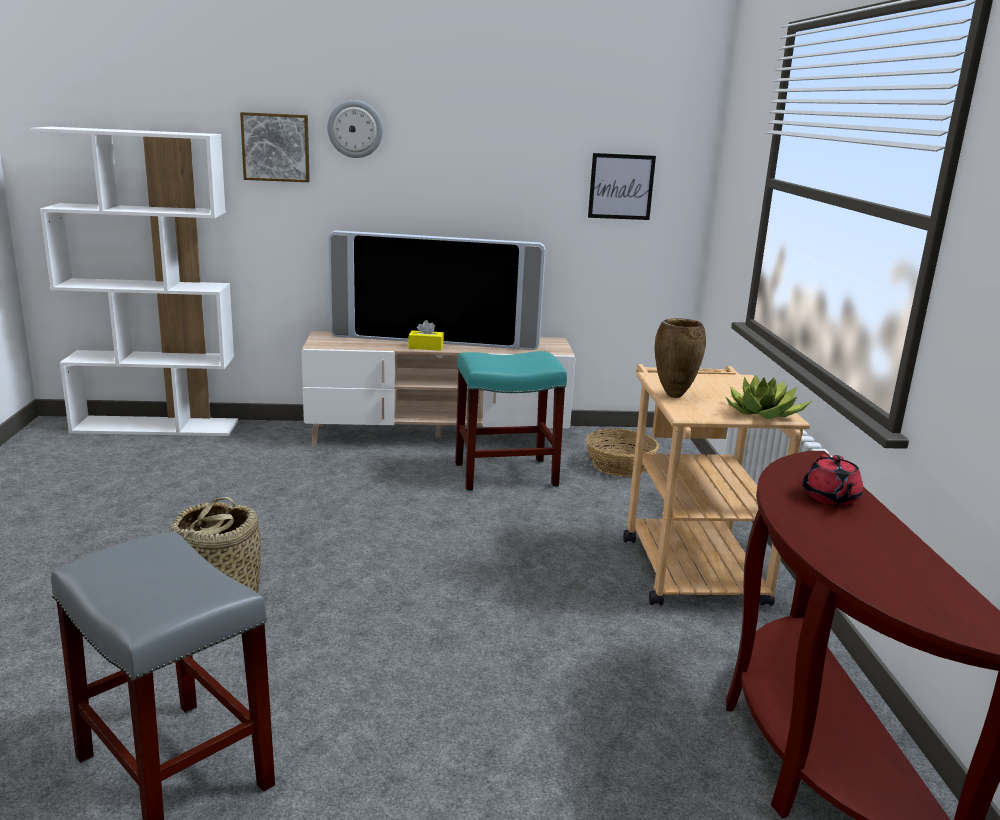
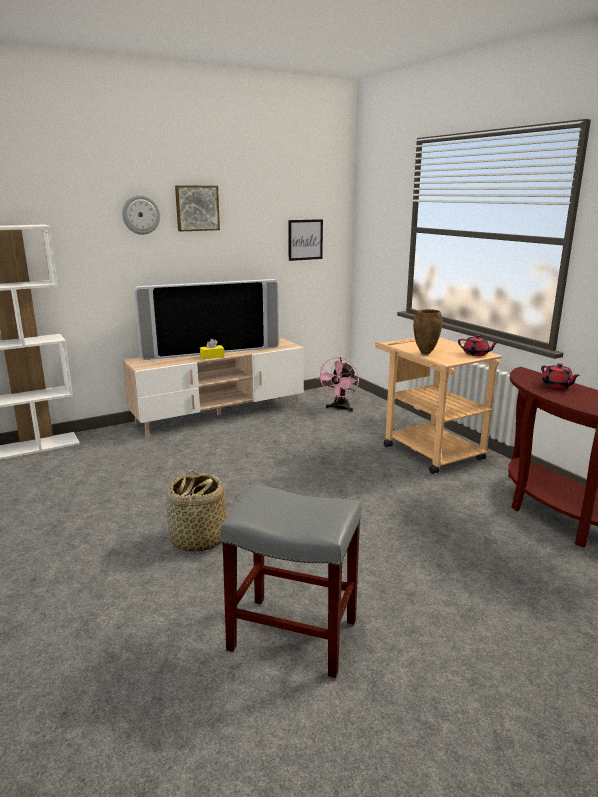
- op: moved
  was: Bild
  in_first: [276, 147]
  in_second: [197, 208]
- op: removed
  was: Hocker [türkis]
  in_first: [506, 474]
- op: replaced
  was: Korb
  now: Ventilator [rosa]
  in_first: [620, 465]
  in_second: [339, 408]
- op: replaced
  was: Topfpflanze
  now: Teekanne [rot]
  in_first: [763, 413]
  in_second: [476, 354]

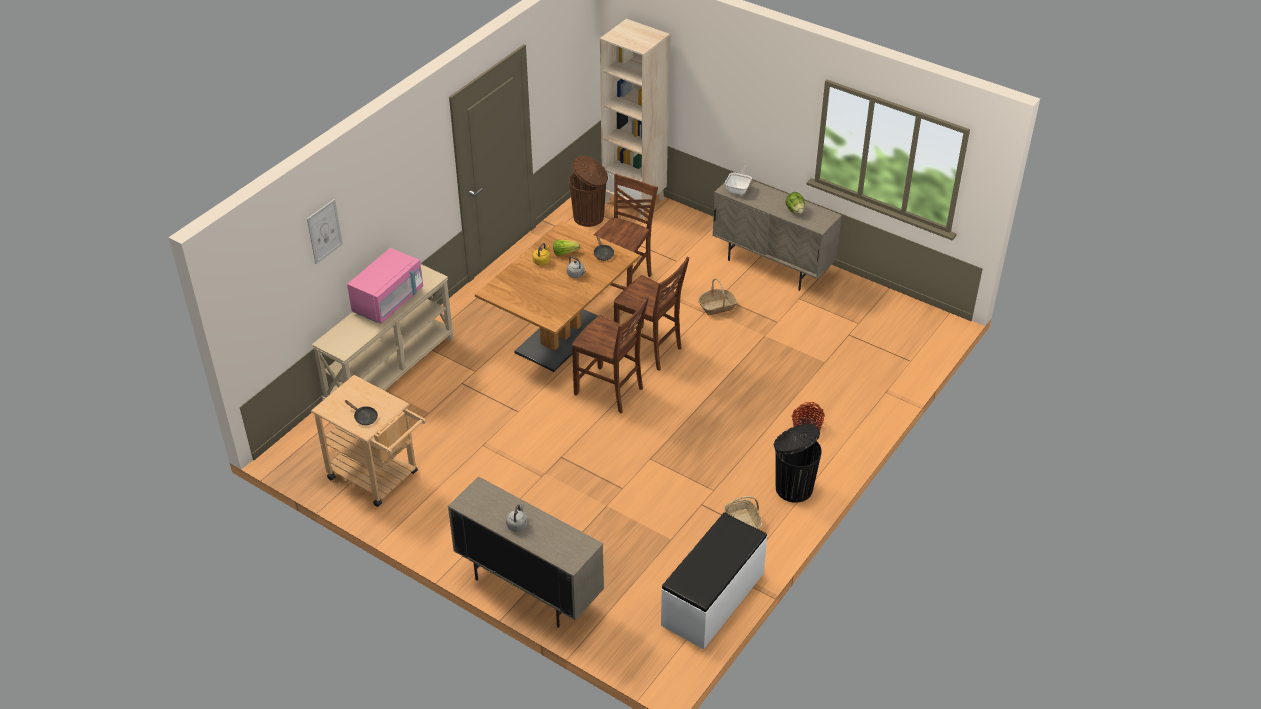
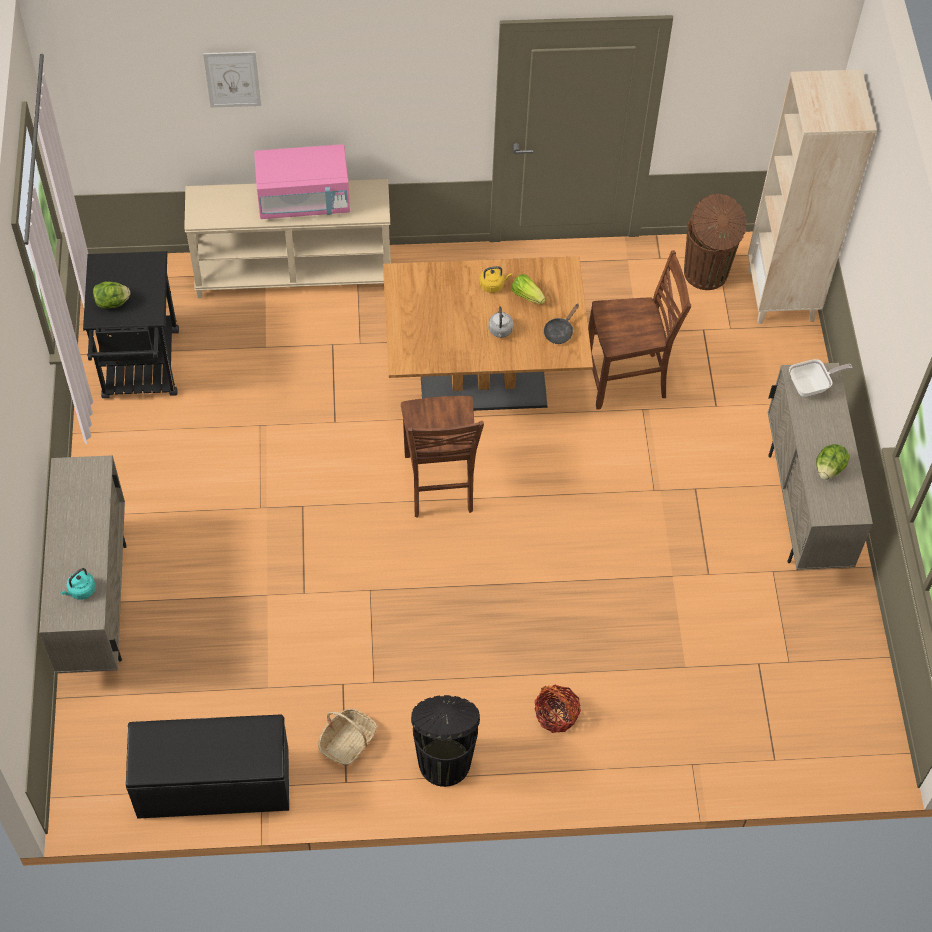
- op: recoloured
  was: Rollwagen [beige]
  now: Rollwagen [schwarz]
  in_first: [379, 478]
  in_second: [141, 371]
- op: replaced
  was: Pfanne [schwarz]
  now: Salatkopf
  in_first: [364, 417]
  in_second: [112, 303]
- op: removed
  was: Wasserkessel [grau]
  in_first: [517, 524]
- op: removed
  was: Stuhl [braun]
  in_first: [649, 350]
- op: recoloured
  was: Bank [weiß]
  now: Bank [schwarz]
  in_first: [713, 599]
  in_second: [213, 784]
- op: removed
  was: Korb
  in_first: [717, 306]
- op: added
  now: Wasserkessel [türkis]
  in_second: [81, 591]

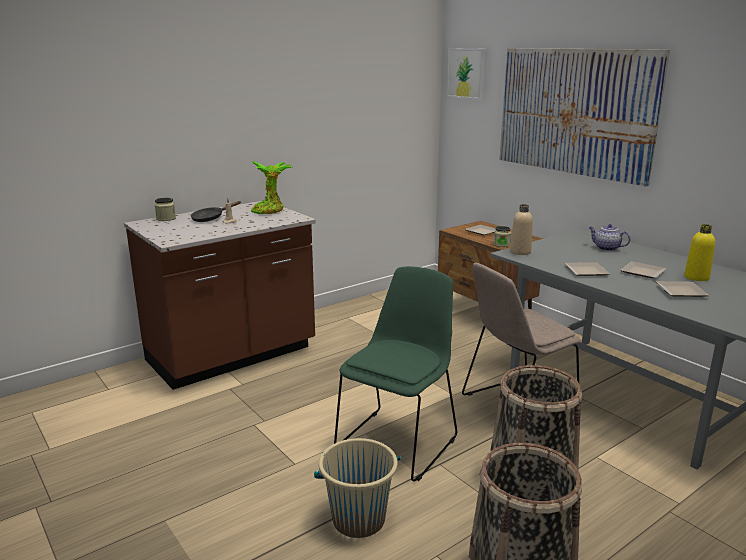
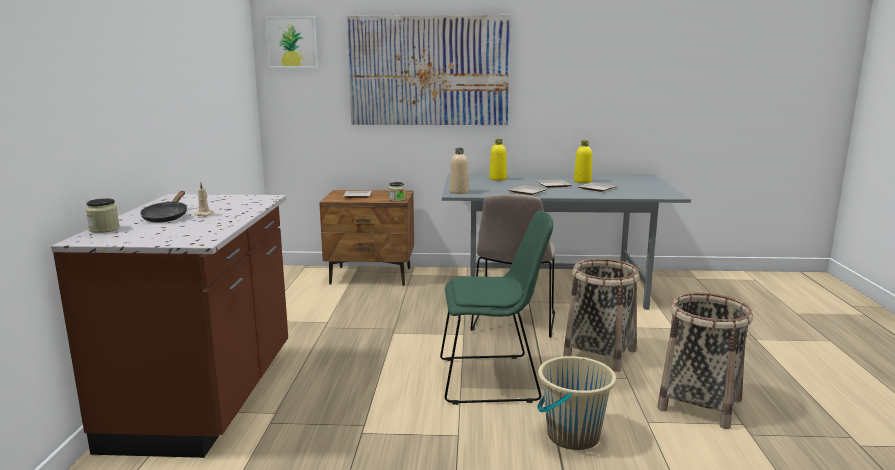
- op: removed
  was: Topfpflanze
  in_first: [270, 210]
- op: turned
  was: Stuhl [grün]
  in_first: [398, 441]
  in_second: [493, 379]
  clockwise: 105
- op: replaced
  was: Teekanne
  now: Flasche [gelb]
  in_first: [606, 248]
  in_second: [498, 179]

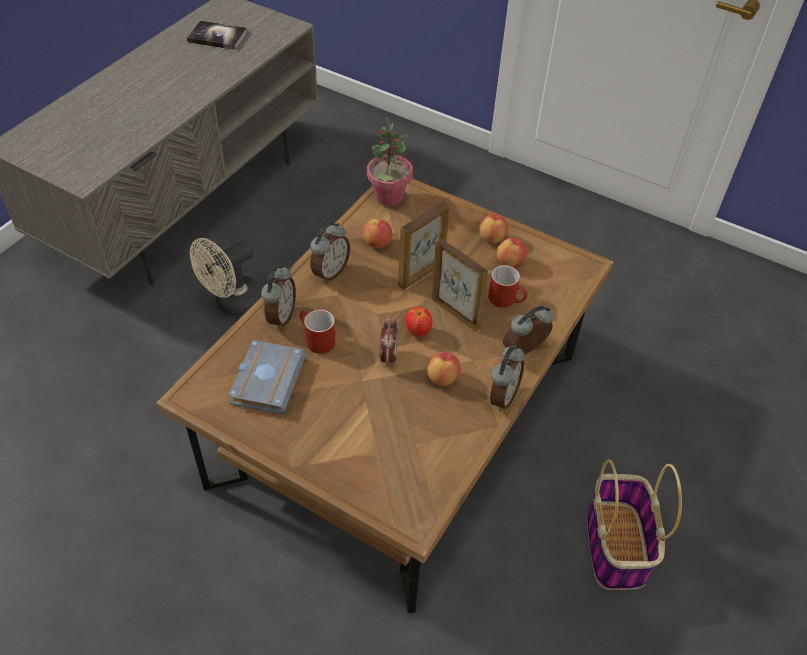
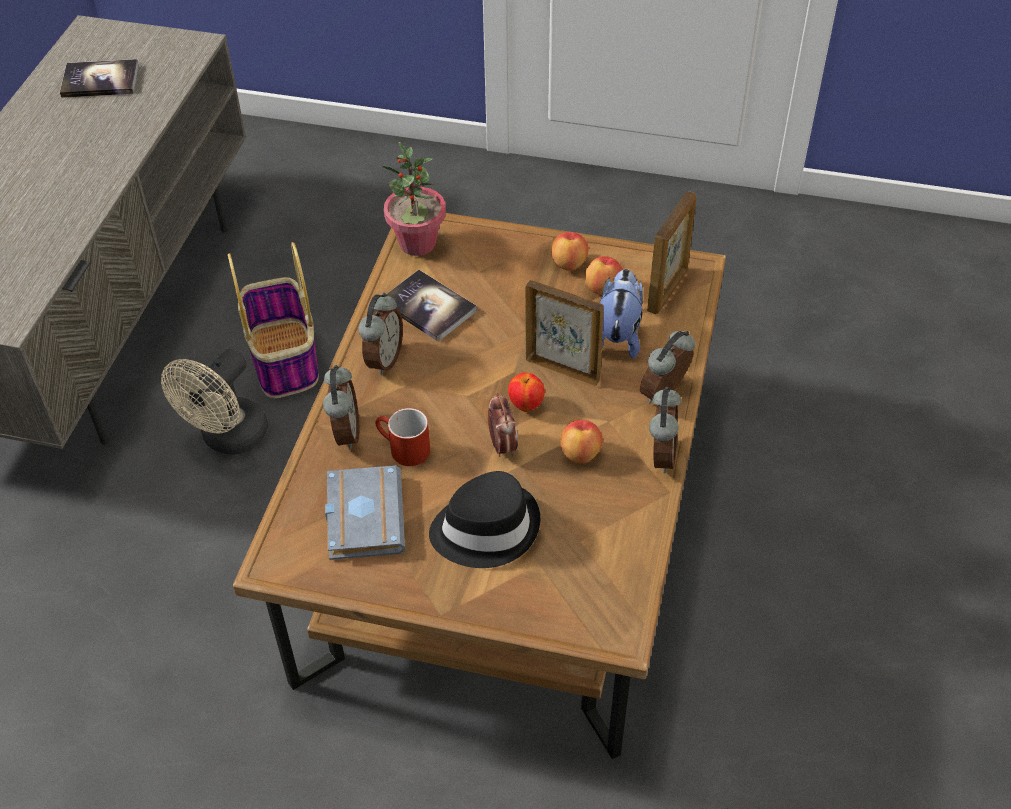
- op: replaced
  was: Apfel
  now: Buch
  in_first: [377, 243]
  in_second: [428, 307]
- op: moved
  was: Bilderrahmen
  in_first: [422, 274]
  in_second: [668, 290]
- op: replaced
  was: Henkelbecher [rot]
  now: Plüschtier
  in_first: [507, 299]
  in_second: [618, 335]
- op: moved
  was: Korb
  in_first: [616, 547]
  in_second: [285, 359]
- op: added
  now: Hut [schwarz]
  in_second: [485, 528]

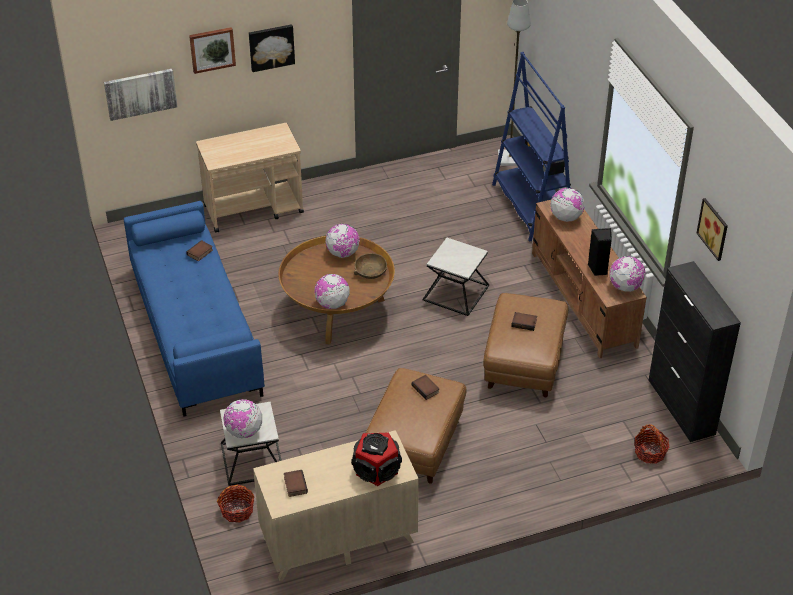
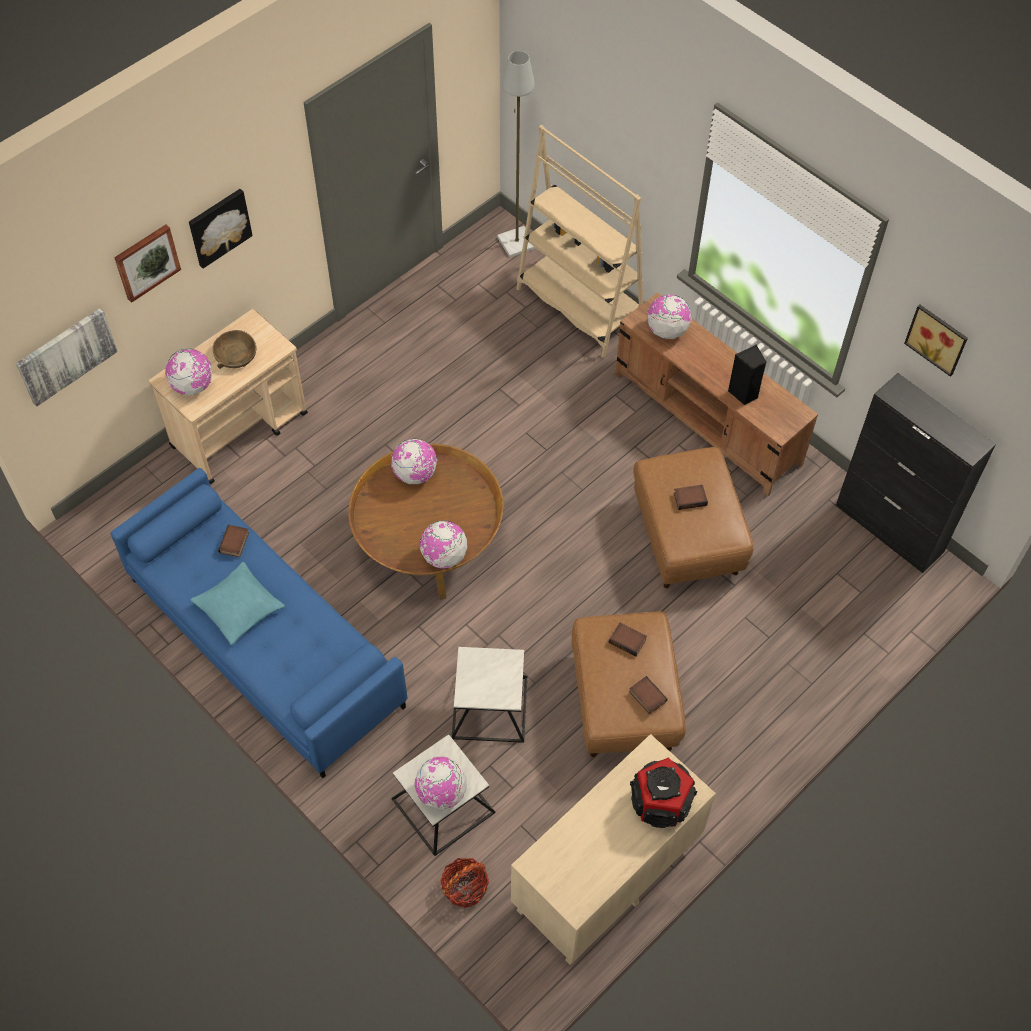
- op: moved
  was: Buch
  in_first: [294, 485]
  in_second: [646, 696]
- op: moved
  was: Schüssel [braun]
  in_first: [370, 271]
  in_second: [235, 355]
- op: moved
  was: Beistelltisch
  in_first: [455, 293]
  in_second: [489, 708]
- op: recoloured
  was: Bücherregal [blau]
  now: Bücherregal [beige]
  in_first: [531, 207]
  in_second: [579, 306]
- op: moved
  was: Globus
  in_first: [625, 287]
  in_second: [193, 386]
- op: removed
  was: Korb
  in_first: [650, 452]
- op: added
  now: Kissen [türkis]
  in_second: [239, 608]

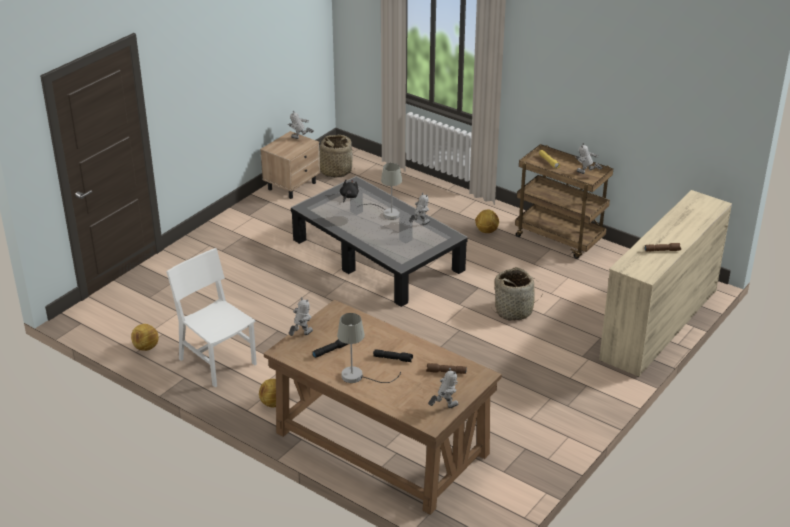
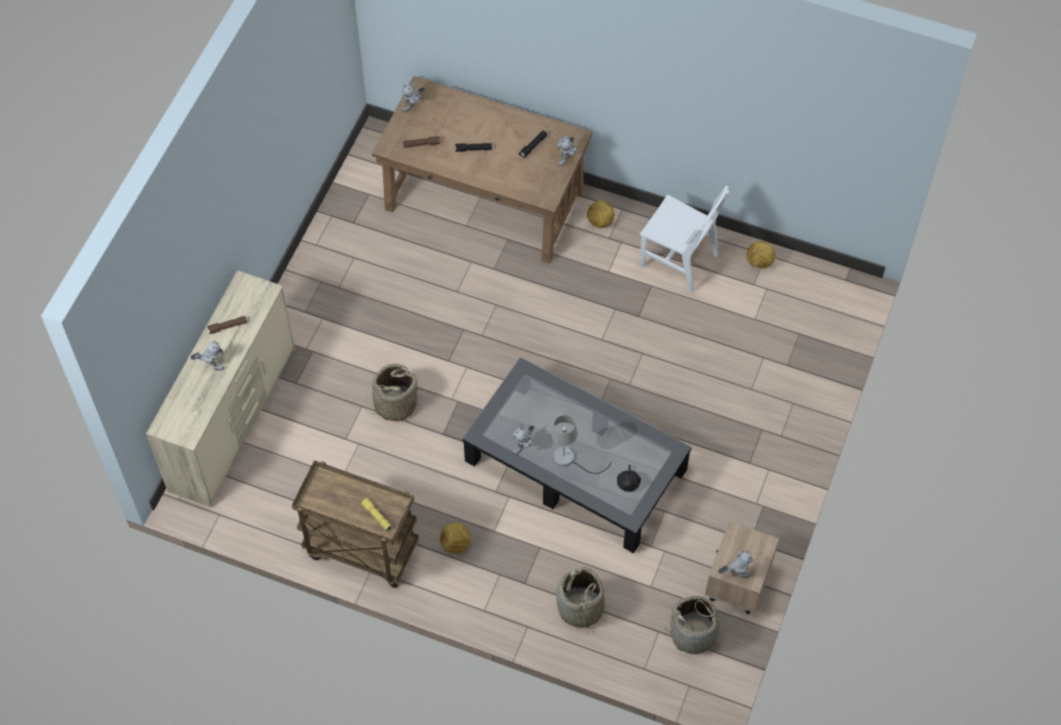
- op: removed
  was: Tischlampe [grau]
  in_first: [358, 377]
- op: moved
  was: Spielzeugroboter
  in_first: [586, 175]
  in_second: [211, 365]
- op: added
  now: Korb
  in_second: [580, 608]

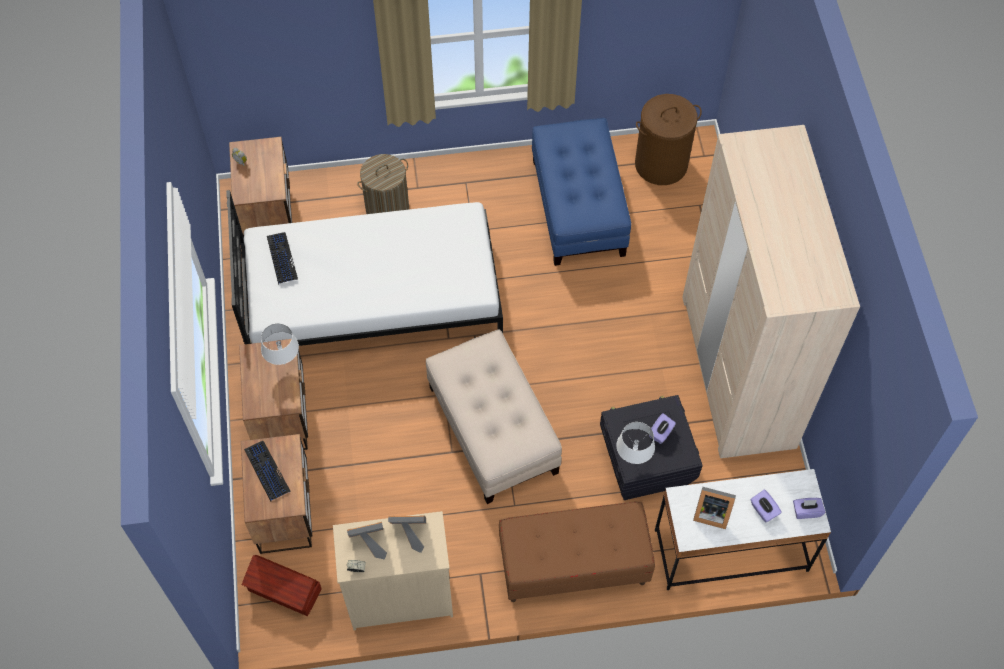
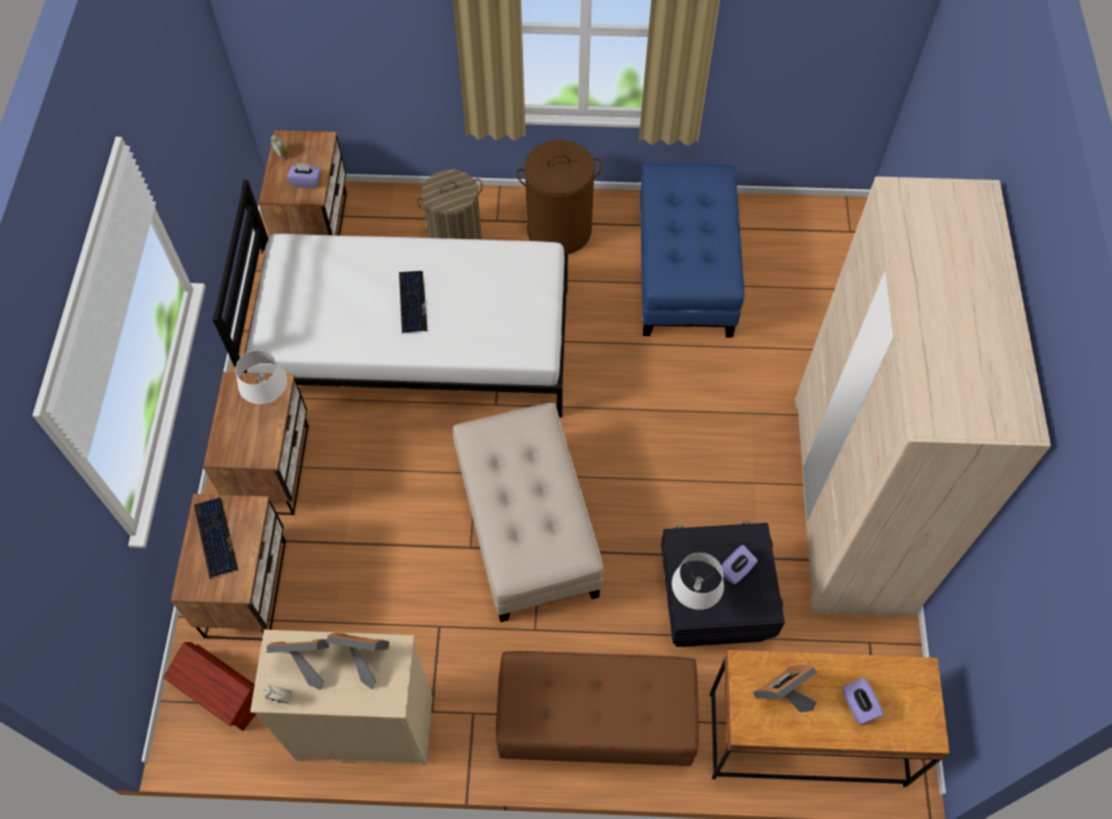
- op: moved
  was: Tastatur
  in_first: [281, 258]
  in_second: [412, 302]
- op: moved
  was: Wäschekorb [braun]
  in_first: [661, 164]
  in_second: [559, 230]
- op: recoloured
  was: Schreibtisch [weiß]
  now: Schreibtisch [braun]
  in_first: [730, 550]
  in_second: [805, 739]
- op: turned
  was: Bilderrahmen
  in_first: [710, 512]
  in_second: [784, 695]
  clockwise: 120
- op: moved
  was: Taschentuchbox [lila]
  in_first: [806, 511]
  in_second: [306, 181]

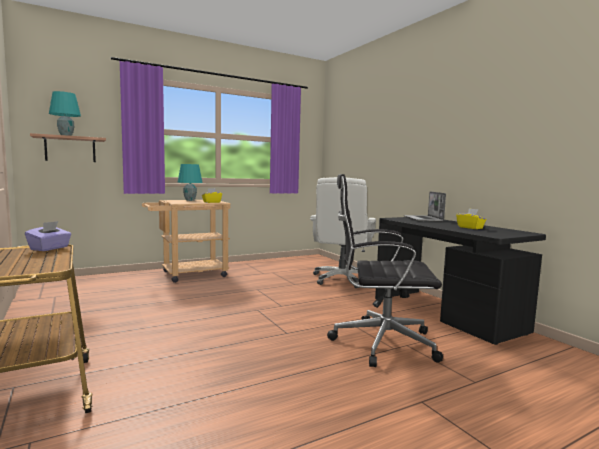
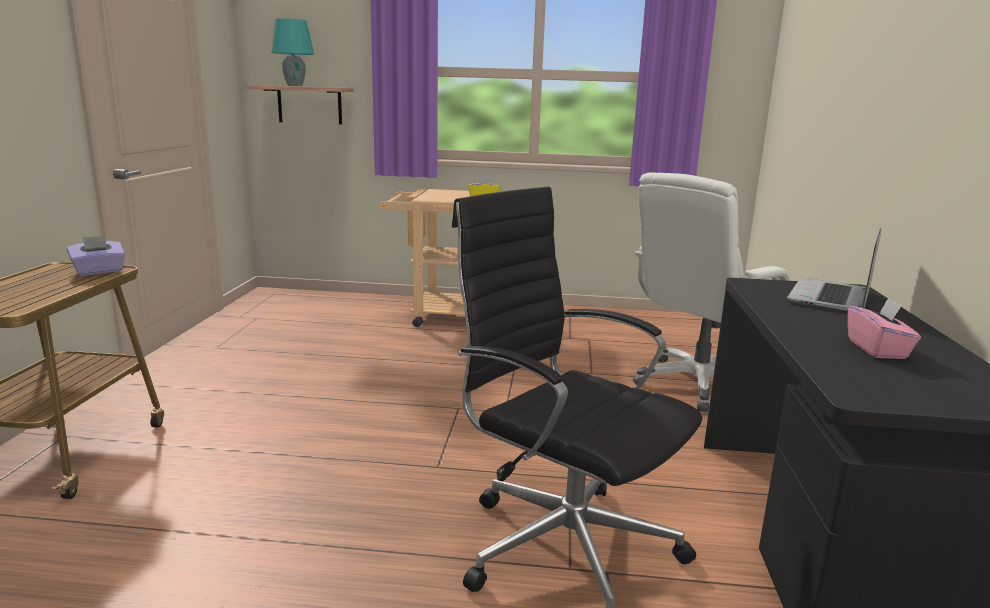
- op: removed
  was: Tischlampe [türkis]
  in_first: [190, 200]
- op: recoloured
  was: Taschentuchbox [gelb]
  now: Taschentuchbox [rosa]
  in_first: [470, 227]
  in_second: [877, 349]

